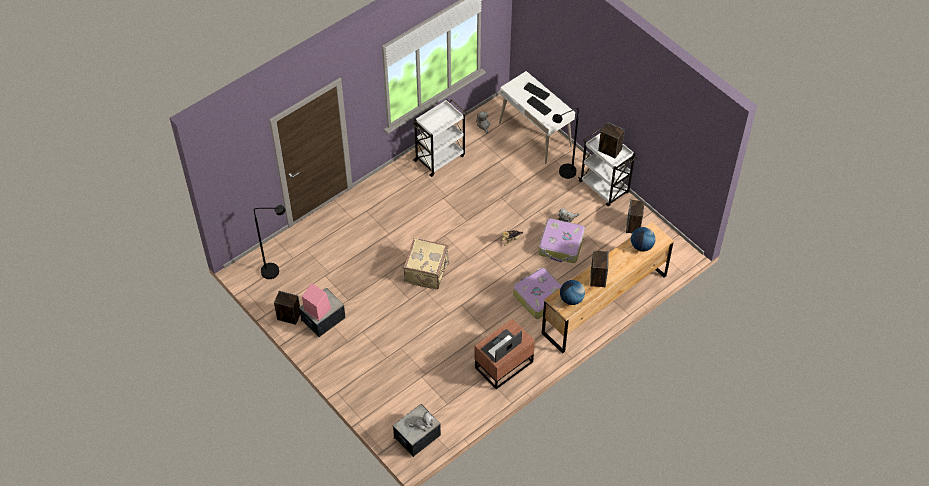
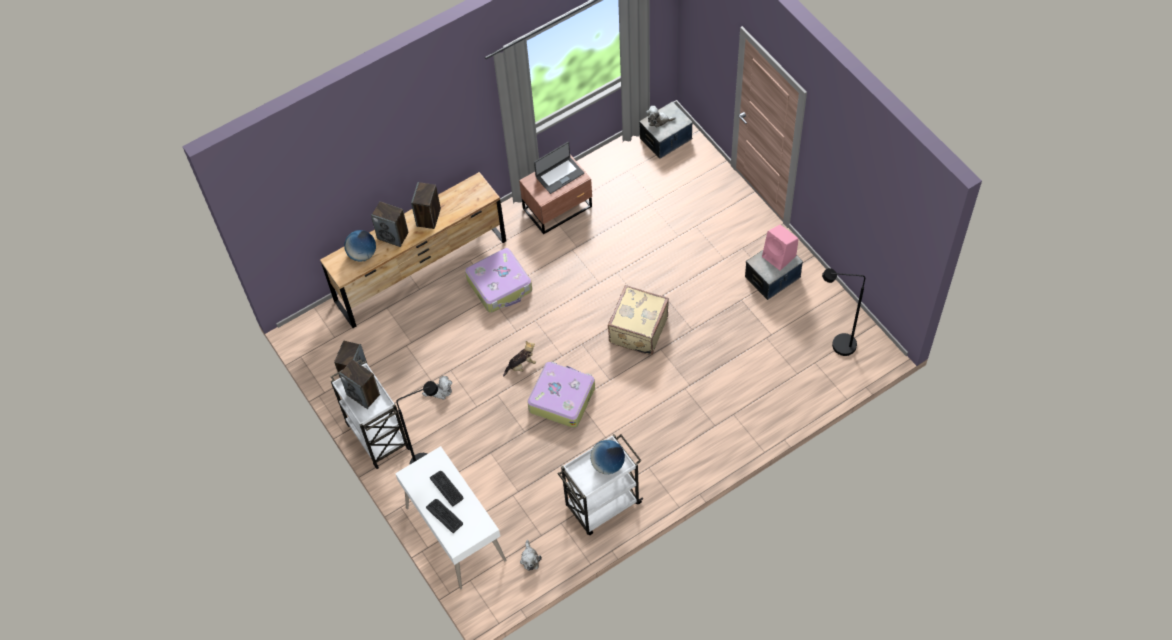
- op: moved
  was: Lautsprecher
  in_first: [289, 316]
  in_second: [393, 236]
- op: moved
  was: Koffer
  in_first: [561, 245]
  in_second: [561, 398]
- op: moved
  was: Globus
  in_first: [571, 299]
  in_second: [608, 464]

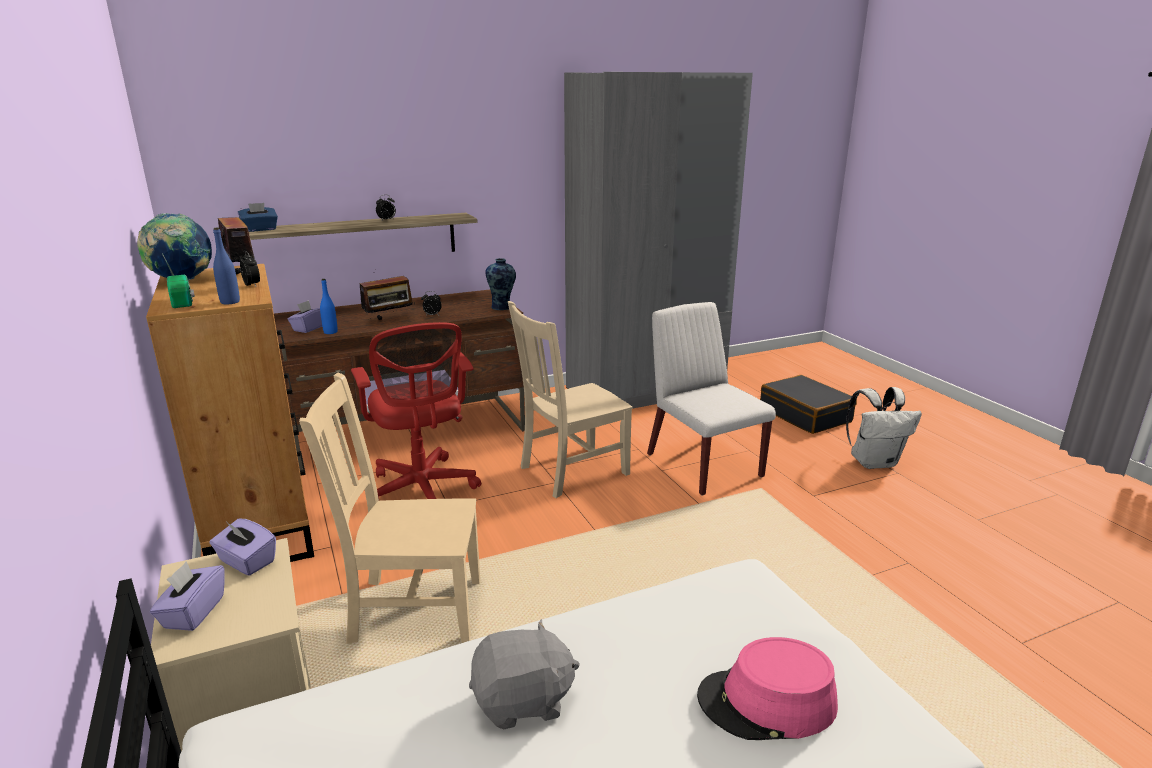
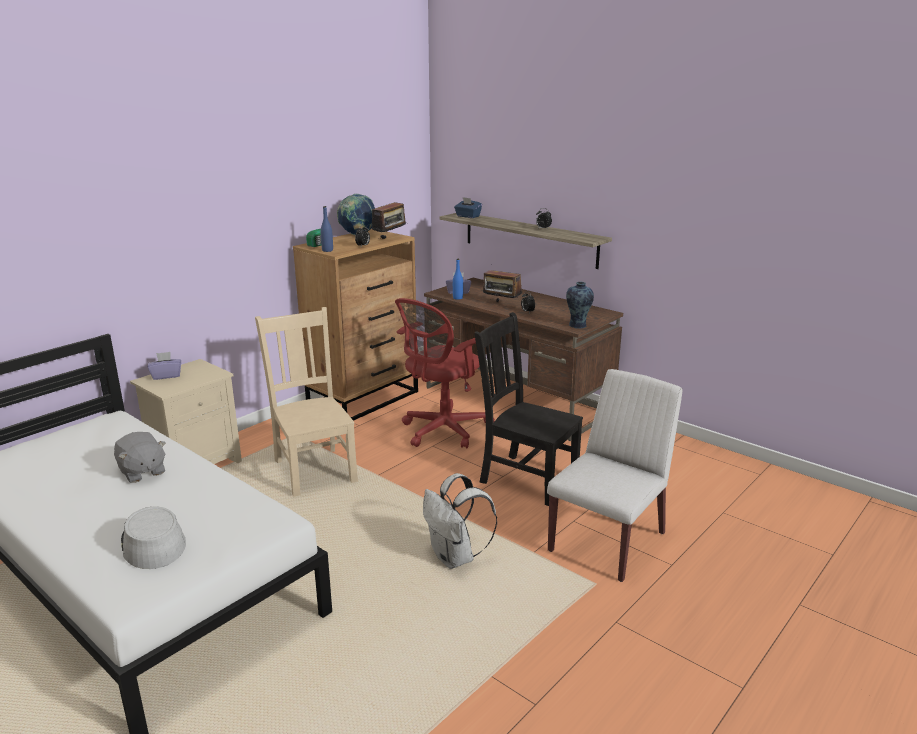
- op: removed
  was: Taschentuchbox [lila]
  in_first: [246, 562]
- op: recoloured
  was: Stuhl [beige]
  now: Stuhl [schwarz]
  in_first: [571, 471]
  in_second: [526, 478]
- op: removed
  was: Kleiderschrank [grau]
  in_first: [645, 390]
- op: recoloured
  was: Hut [rosa]
  now: Hut [grau]
  in_first: [767, 702]
  in_second: [152, 543]
- op: removed
  was: Koffer [schwarz]
  in_first: [805, 415]
- op: moved
  was: Rucksack [weiß]
  in_first: [874, 462]
  in_second: [455, 557]

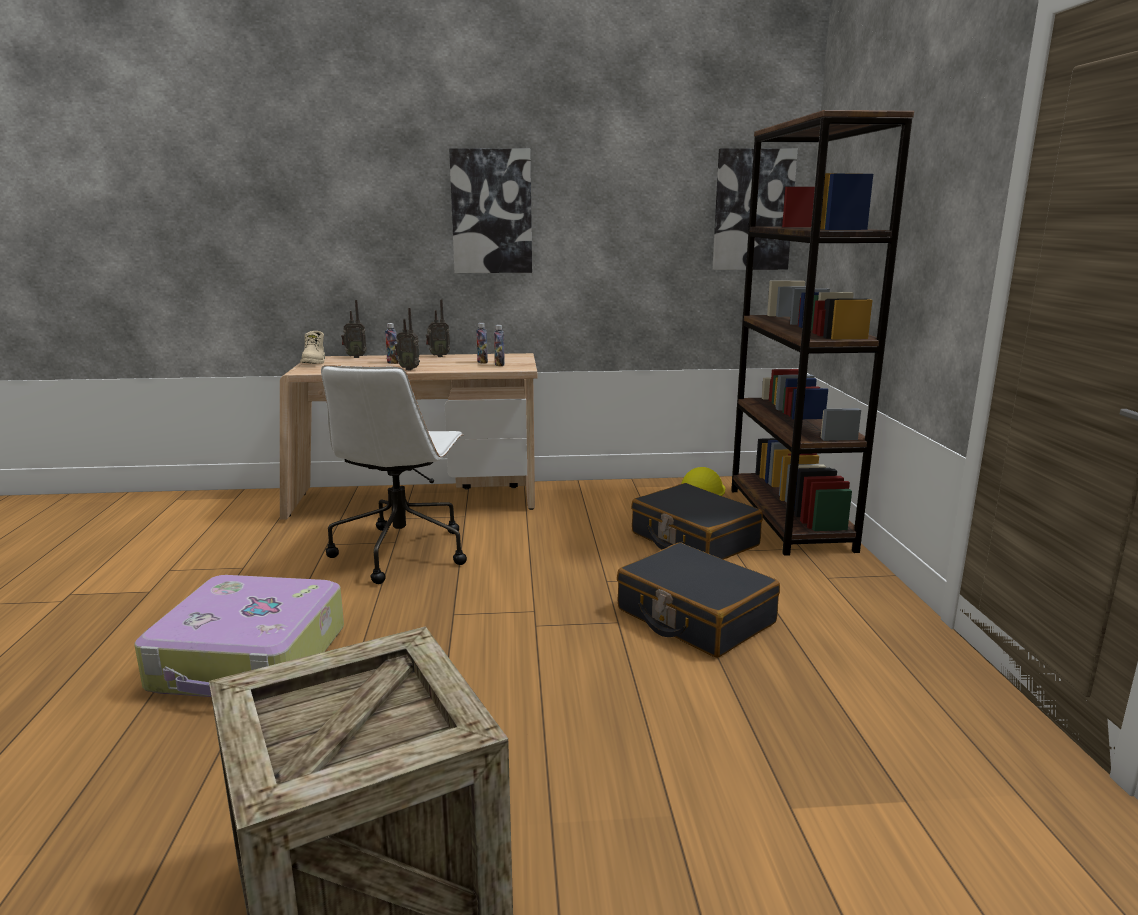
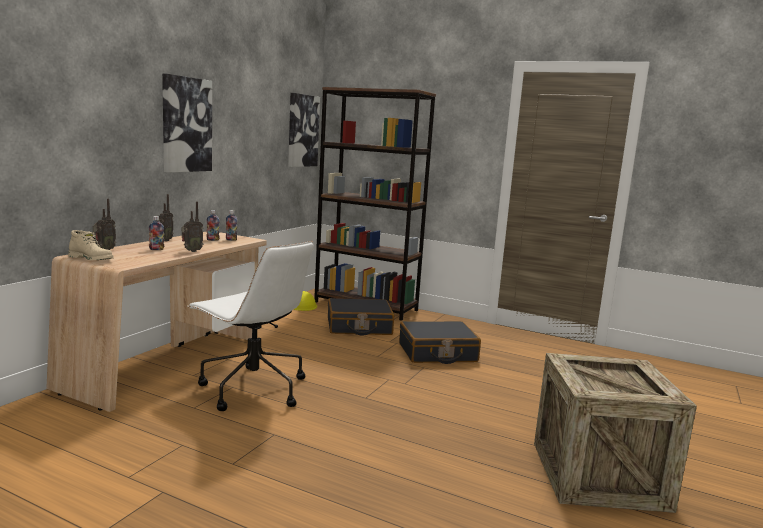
- op: removed
  was: Koffer
  in_first: [250, 659]

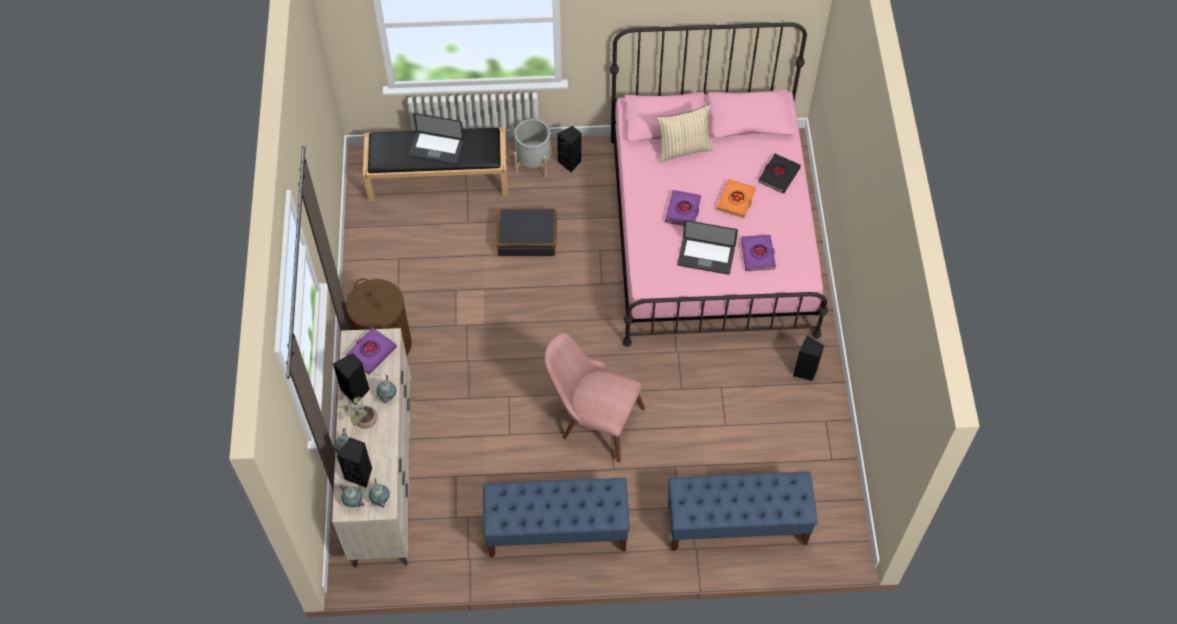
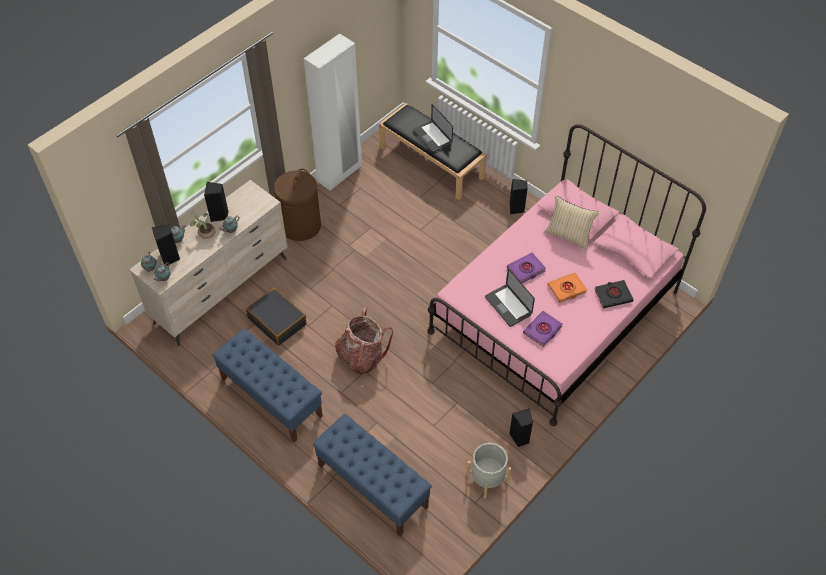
- op: removed
  was: Buch [lila]
  in_first: [371, 352]
- op: moved
  was: Koffer [schwarz]
  in_first: [527, 238]
  in_second: [277, 321]
- op: moved
  was: Pflanzkübel [grau]
  in_first: [533, 162]
  in_second: [487, 479]
- op: replaced
  was: Stuhl [rosa]
  now: Rucksack
  in_first: [593, 419]
  in_second: [361, 356]
- op: added
  now: Kleiderschrank [weiß]
  in_second: [340, 174]

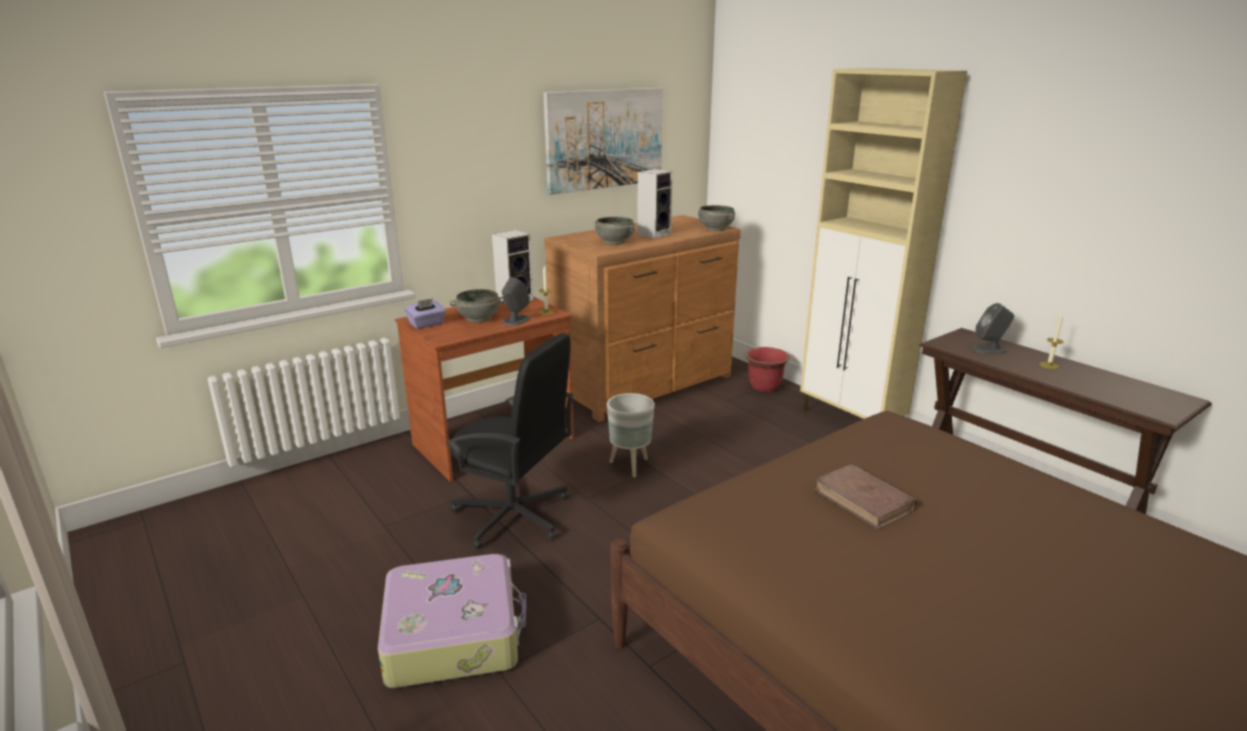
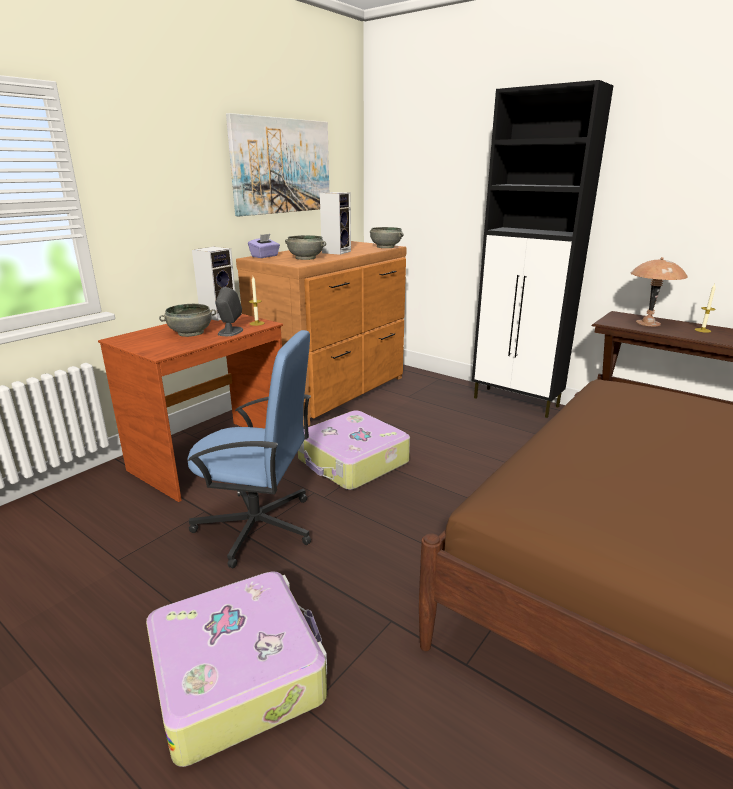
- op: moved
  was: Taschentuchbox [lila]
  in_first: [427, 324]
  in_second: [265, 256]
- op: recoloured
  was: Bürostuhl [schwarz]
  now: Bürostuhl [blau]
  in_first: [513, 516]
  in_second: [258, 527]
- op: replaced
  was: Pflanzkübel [grau]
  now: Koffer
  in_first: [631, 466]
  in_second: [352, 462]
- op: removed
  was: Pflanzkübel [rot]
  in_first: [765, 387]
- op: recoloured
  was: Schrank [beige]
  now: Schrank [schwarz]
  in_first: [851, 422]
  in_second: [516, 402]
- op: removed
  was: Buch [braun]
  in_first: [863, 500]
- op: replaced
  was: Lautsprecher [grau]
  now: Tischlampe [braun]
  in_first: [990, 349]
  in_second: [648, 323]

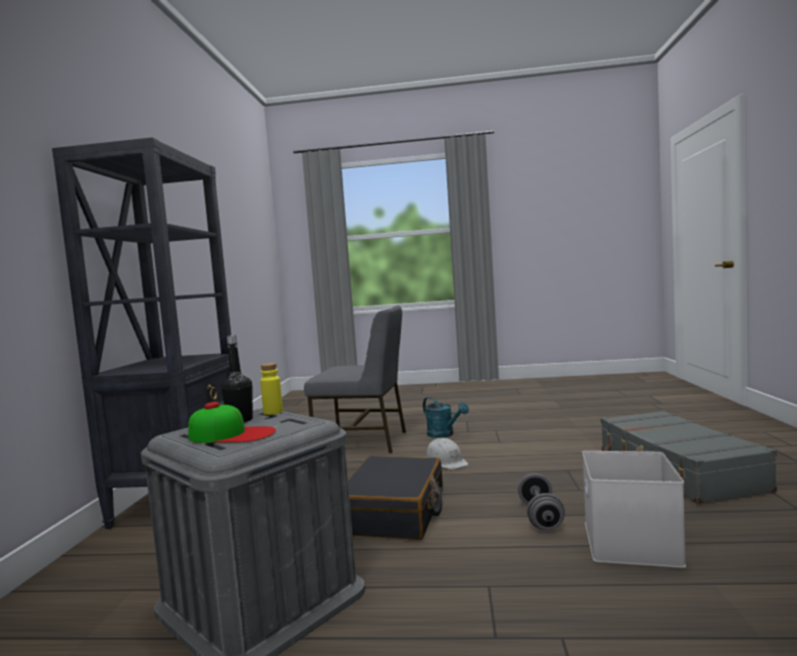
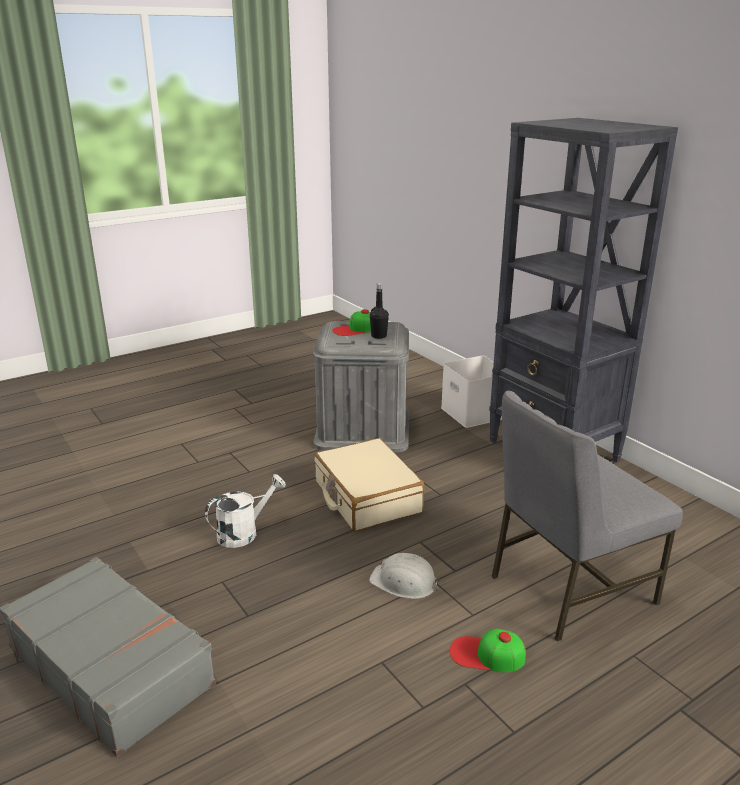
- op: removed
  was: Flasche [gelb]
  in_first: [273, 412]
- op: recoloured
  was: Koffer [schwarz]
  now: Koffer [beige]
  in_first: [394, 512]
  in_second: [366, 497]
- op: replaced
  was: Gießkanne [türkis]
  now: Kappe
  in_first: [444, 435]
  in_second: [487, 654]
- op: replaced
  was: Hantel [grau]
  now: Gießkanne [weiß]
  in_first: [540, 517]
  in_second: [244, 532]
- op: moved
  was: Aufbewahrungsbox [weiß]
  in_first: [628, 541]
  in_second: [475, 413]

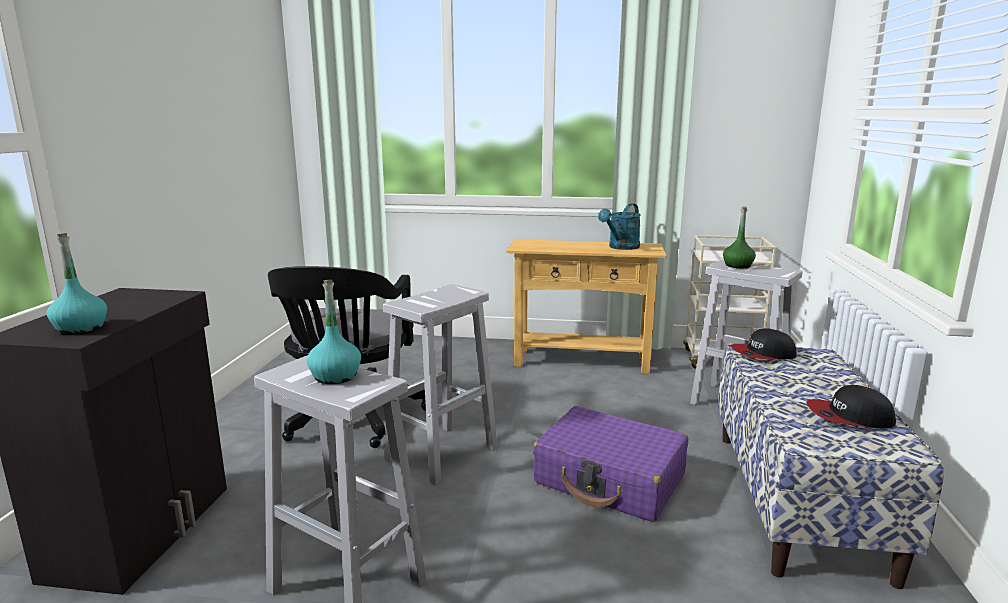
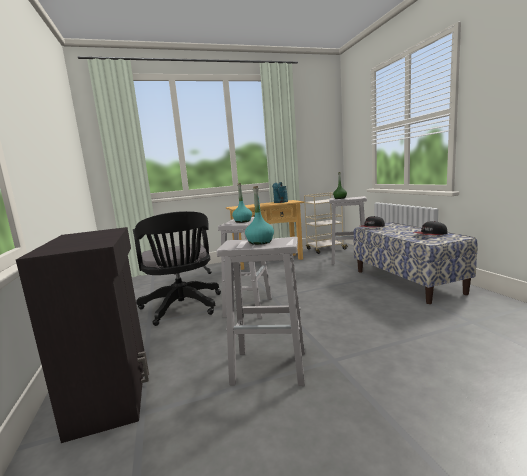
- op: moved
  was: Flasche [türkis]
  in_first: [80, 328]
  in_second: [242, 221]
- op: removed
  was: Koffer [lila]
  in_first: [610, 479]

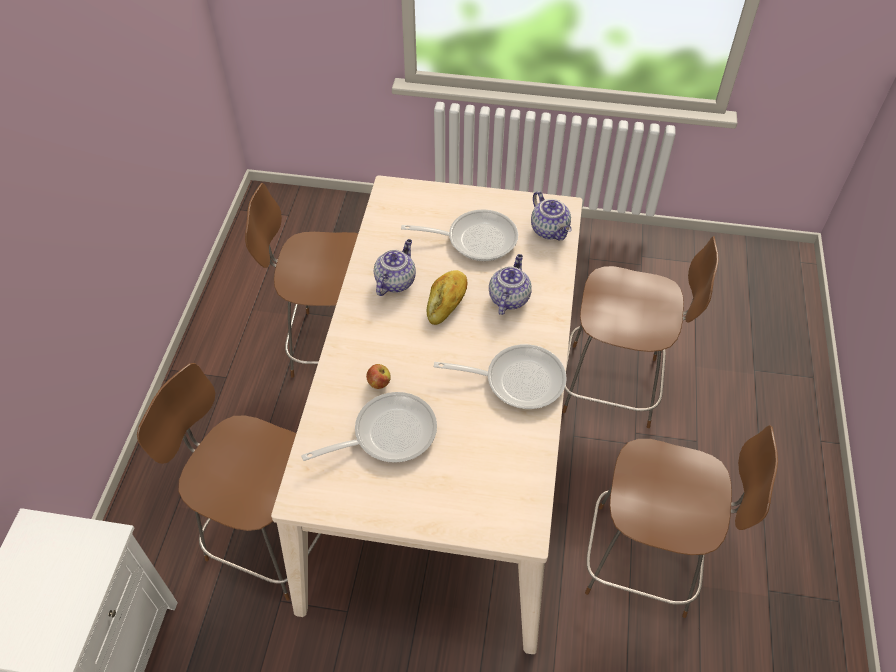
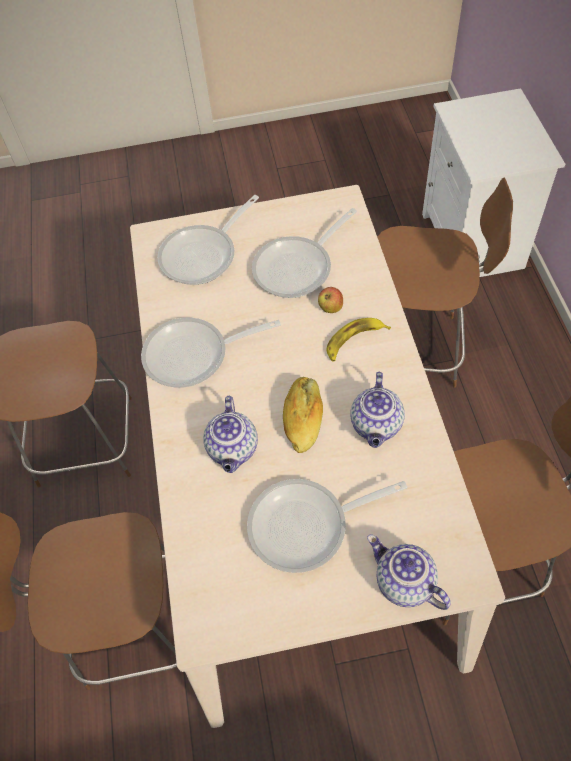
- op: moved
  was: Teekanne
  in_first: [550, 230]
  in_second: [403, 583]
- op: added
  now: Pfanne
  in_second: [204, 255]
- op: added
  now: Banane
  in_second: [354, 341]

